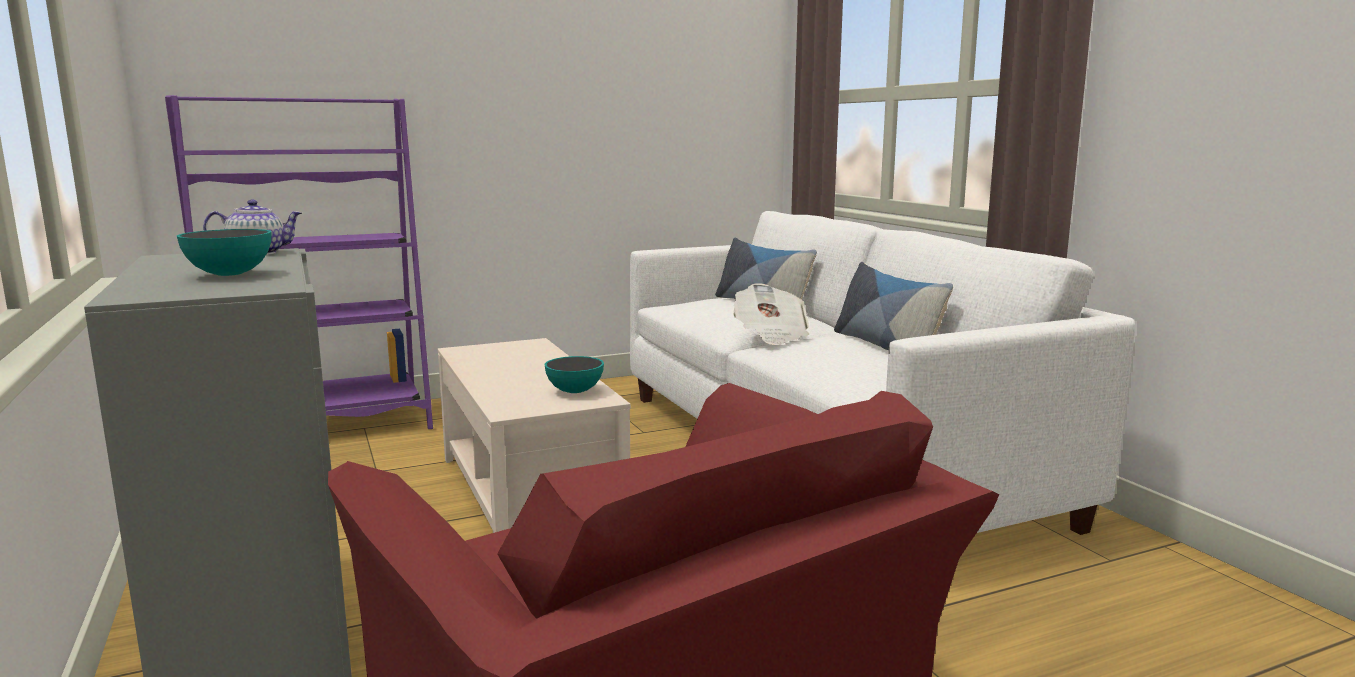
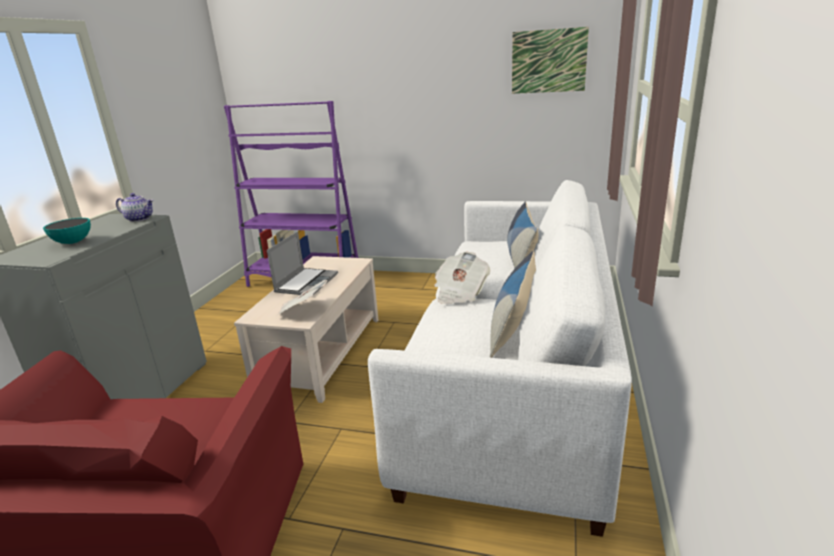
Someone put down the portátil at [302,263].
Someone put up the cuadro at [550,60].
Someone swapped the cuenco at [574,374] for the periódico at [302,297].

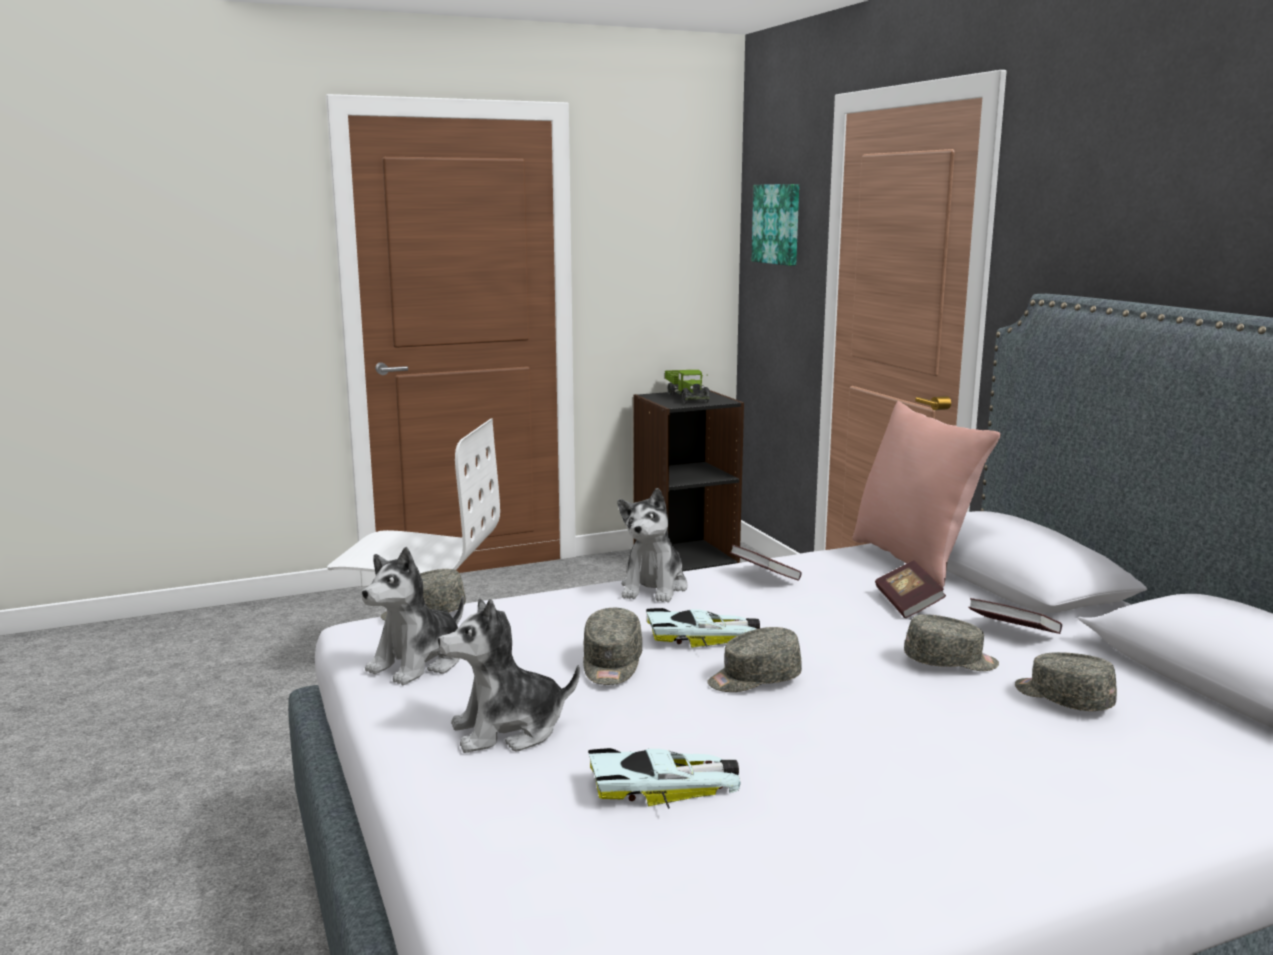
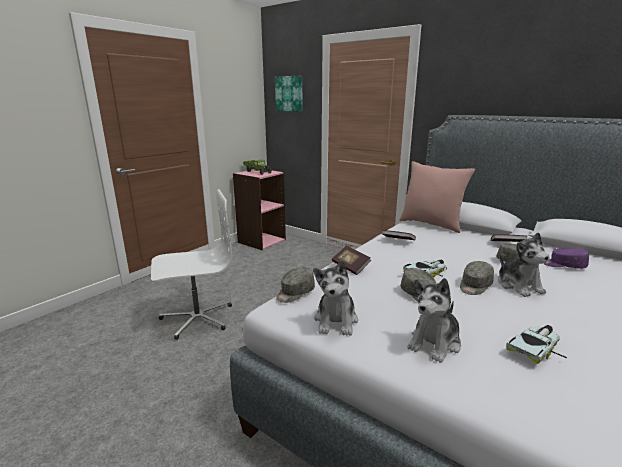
Someone carried the peluche from [653,545] to [524,264].
Someone carried the libro from [910,589] to [351,260].
Someone repainted the estantería/negro at [688,480], which became the estantería/rosa at [259,209].
Someone repainted the gorra/gris at [1066,681], which became the gorra/morado at [566,257].

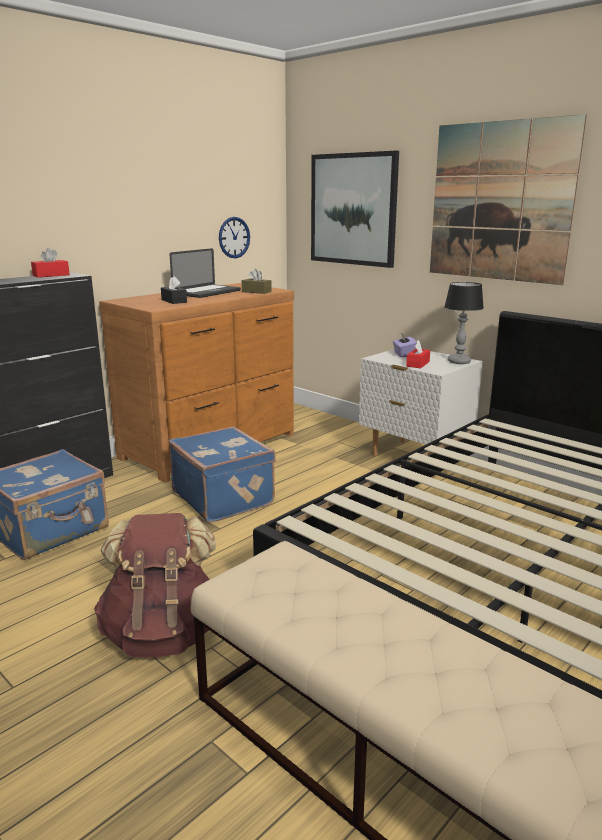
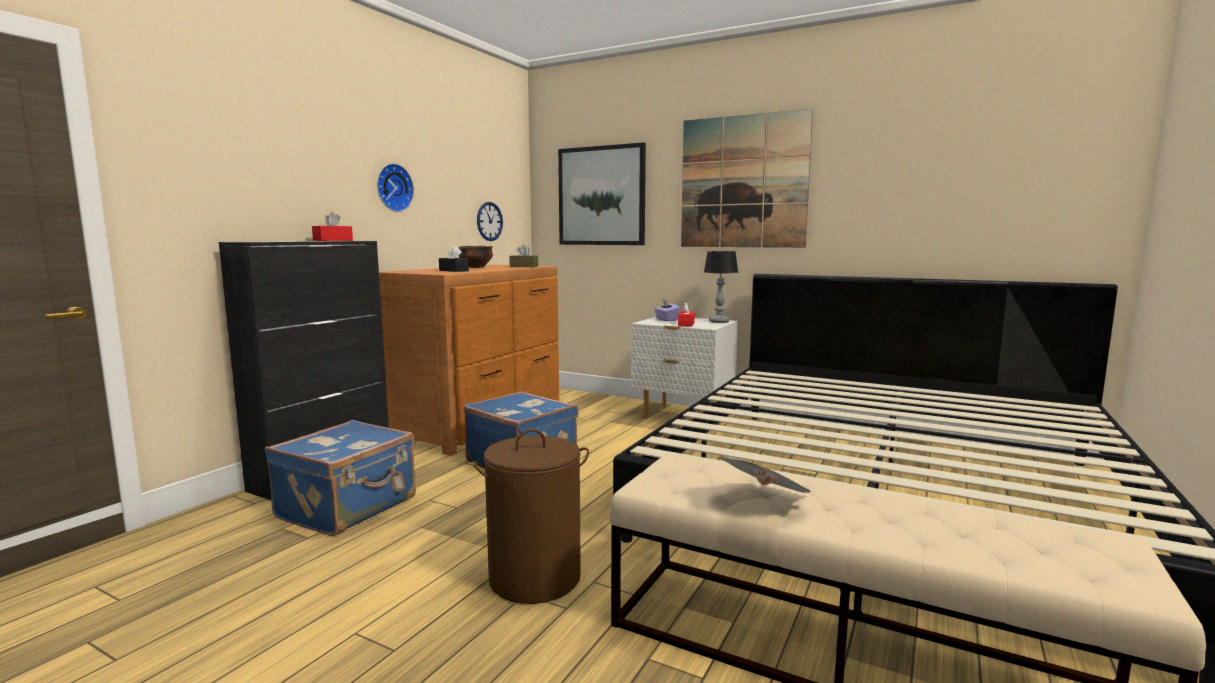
Someone put up the reloj de pared at [395,187].
Someone put down the periódico at [764,475].
Someone swapped the mochila/marrón at [155,585] for the cesto de la ropa/marrón at [530,516].
Someone swapped the portátil at [205,273] for the cuenco at [476,257].

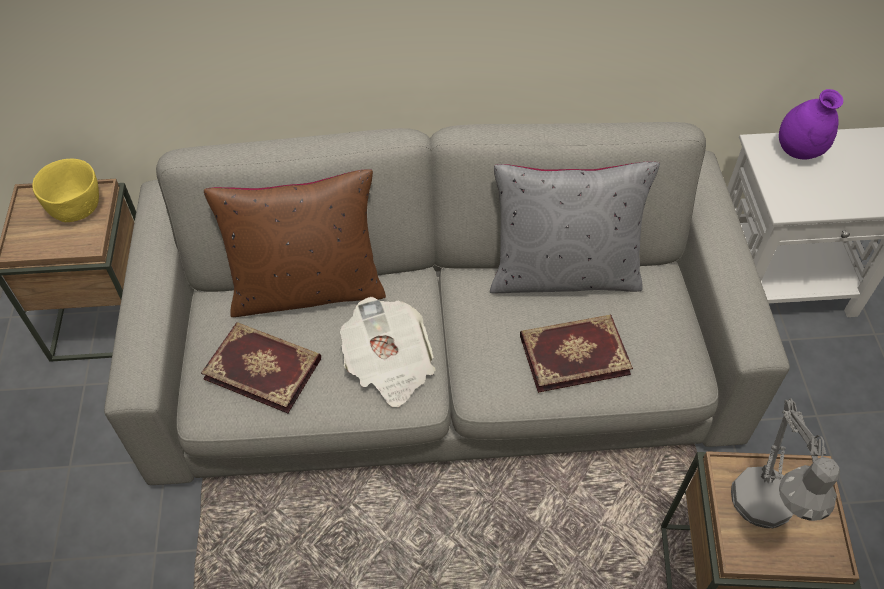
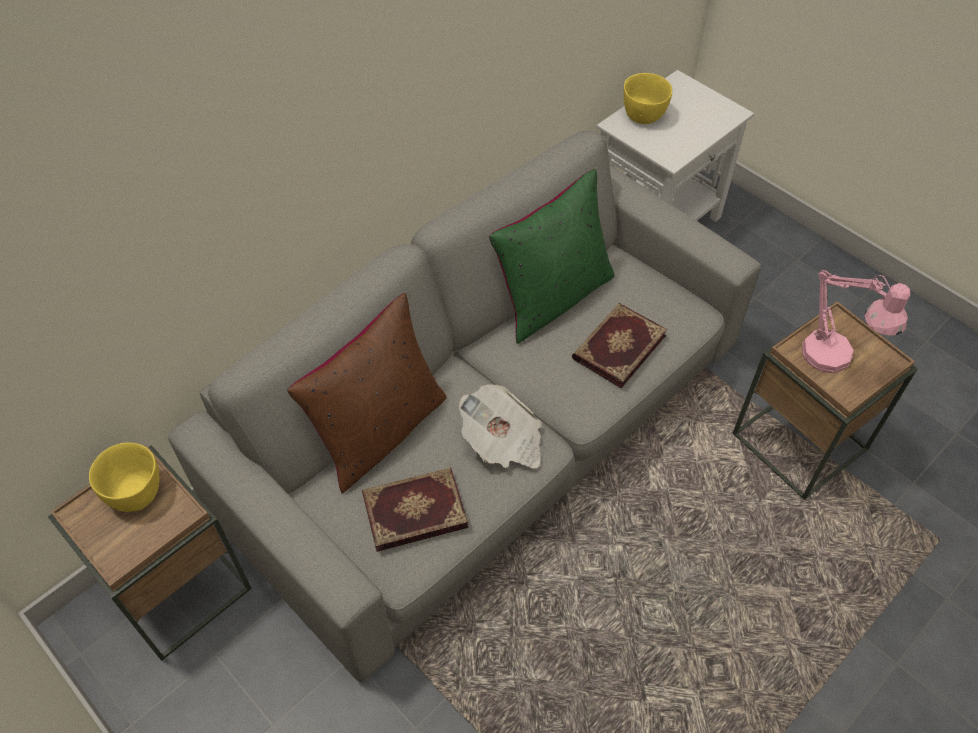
Someone swapped the florero/morado at [811,124] for the cuenco/amarillo at [648,98].
Someone repainted the cojín/gris at [575,227], which became the cojín/verde at [552,256].
Someone repainted the lámpara de mesa/gris at [785,463], which became the lámpara de mesa/rosa at [856,321].

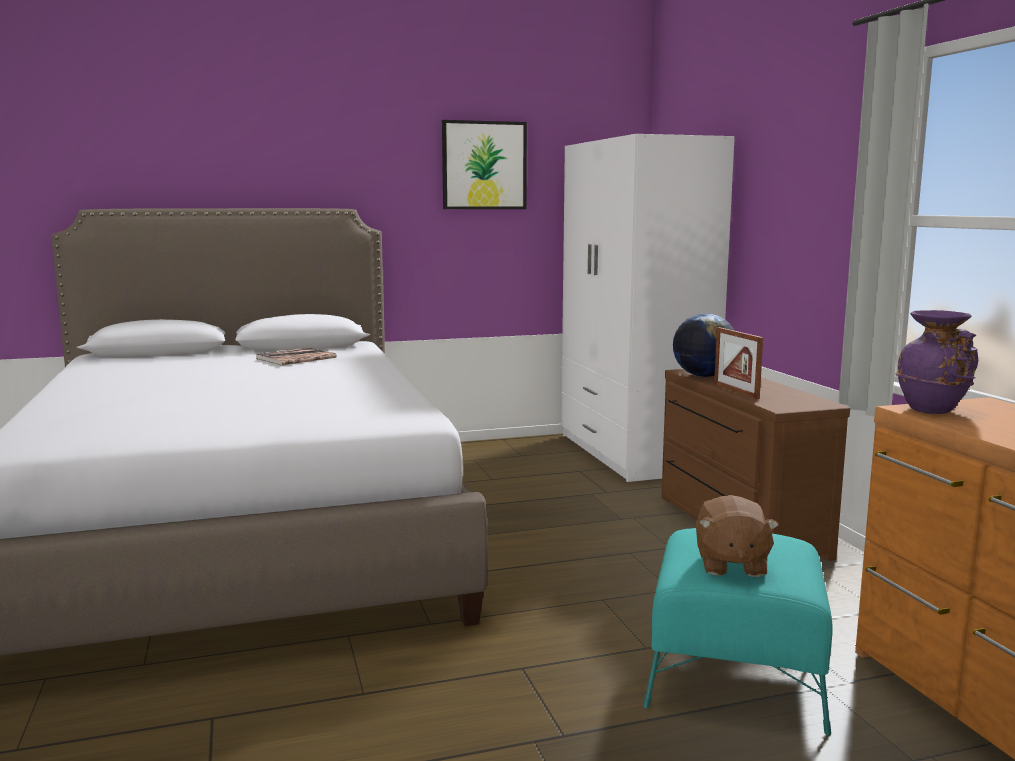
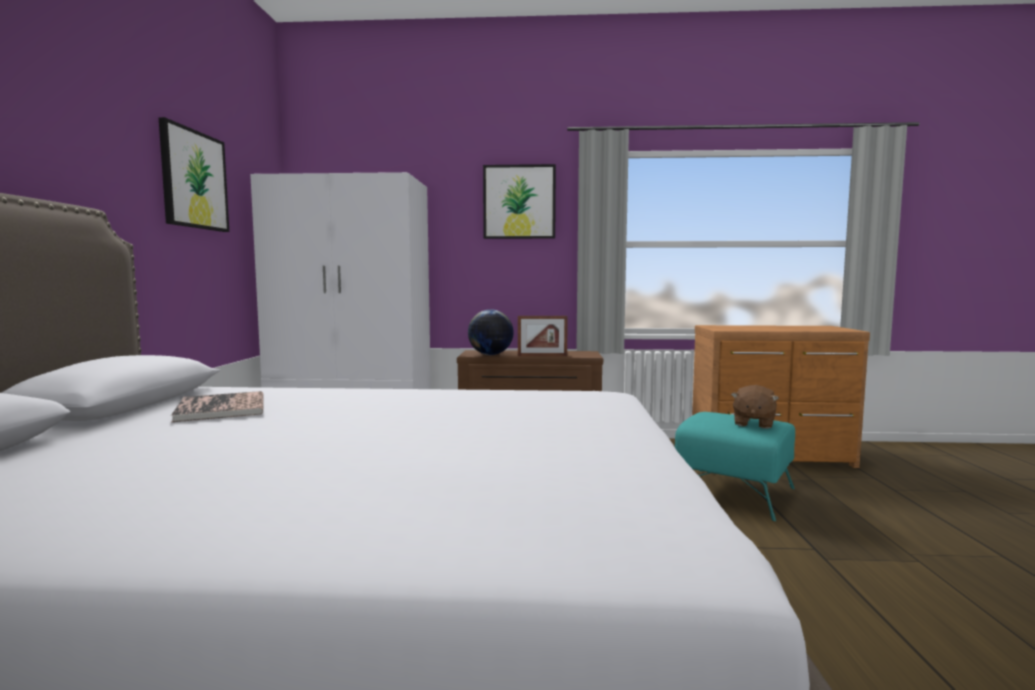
Someone took away the florero/morado at [936,362].
Someone put up the cuadro at [519,201].
Someone rotated the peluche/marrón at [737,536] by 90 degrees clockwise.

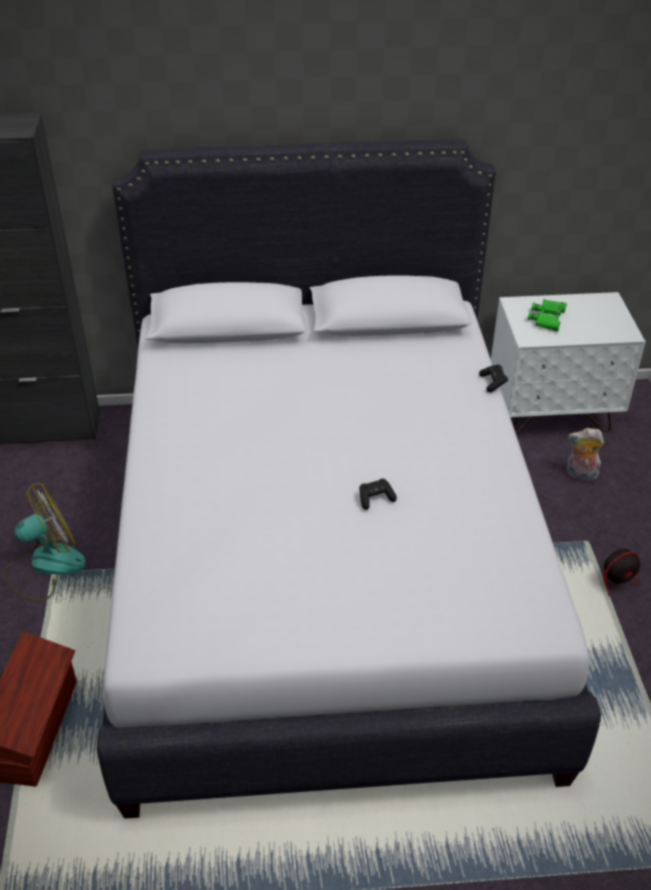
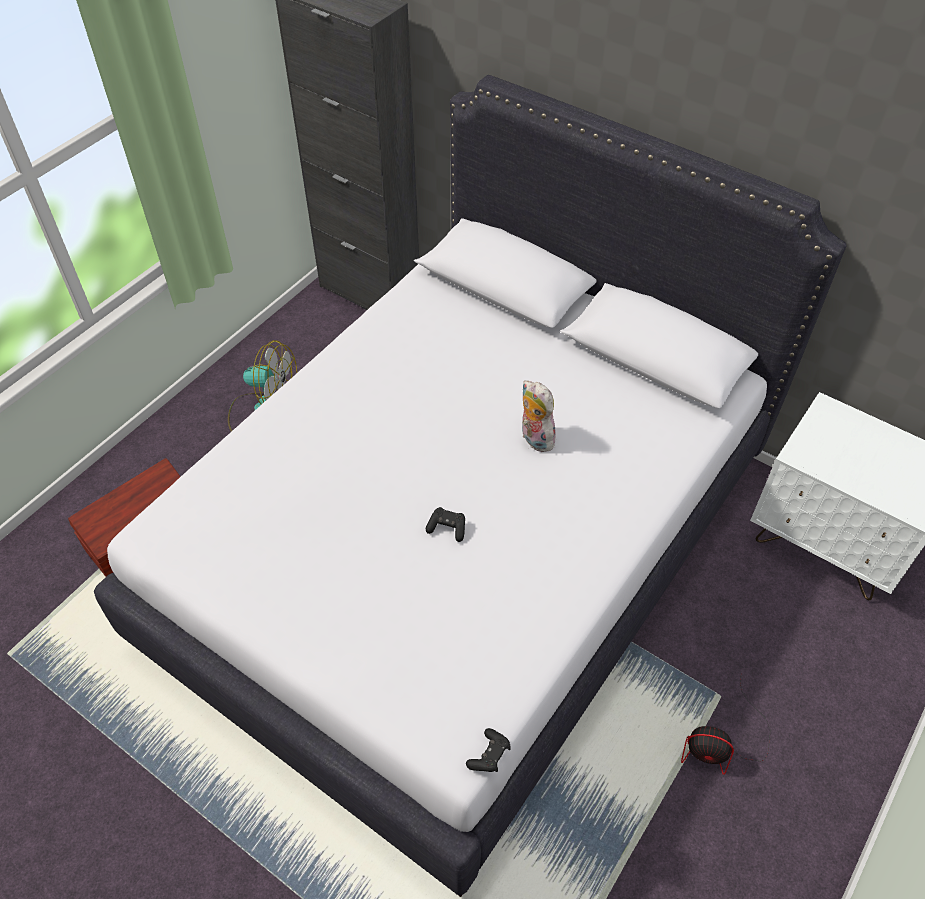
Someone took away the prismáticos/verde at [547,315].
Someone carried the mando de consola/negro from [493,378] to [488,750].
Someone carried the peluche from [585,454] to [539,416].

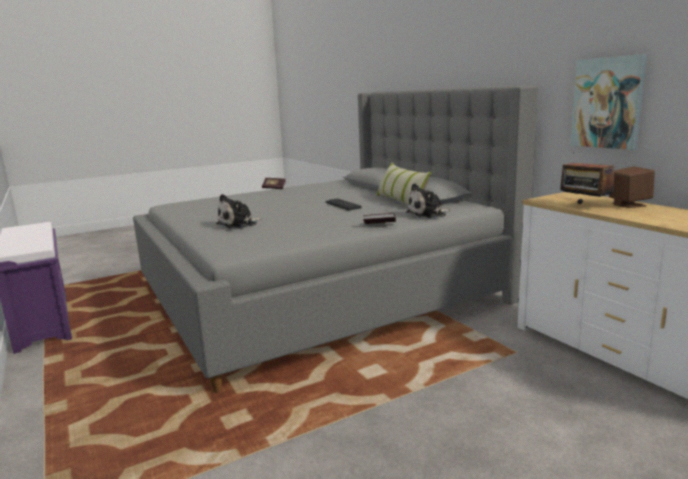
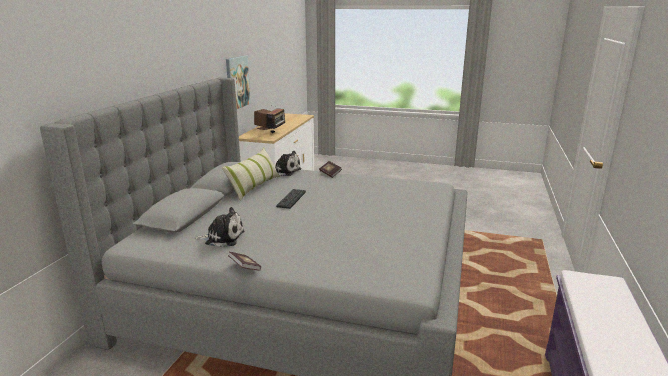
Someone carried the peluche from [238,211] to [219,227].

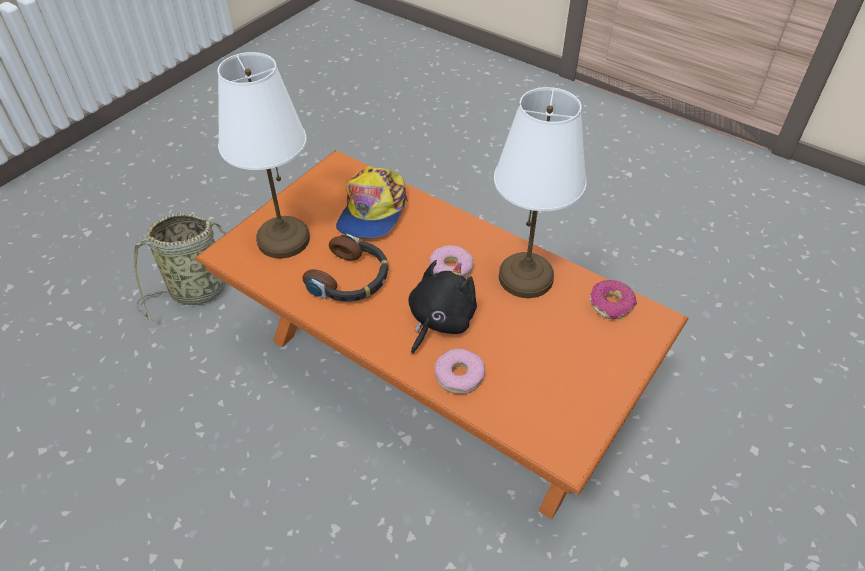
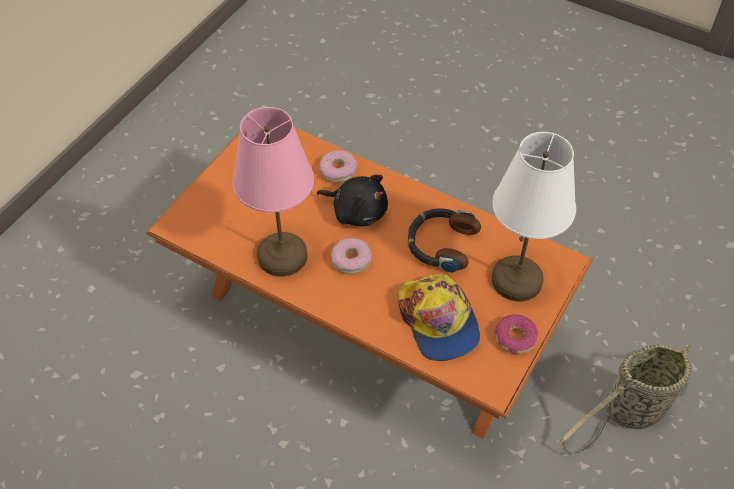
Someone carried the rosquilla from [613,300] to [516,334].
Someone repainted the lámpara de mesa/blanco at [540,192], which became the lámpara de mesa/rosa at [273,192].
Someone rotated the gorra at [372,202] by 150 degrees clockwise.
Someone rotated the peluche/negro at [442,307] by 90 degrees counterclockwise.

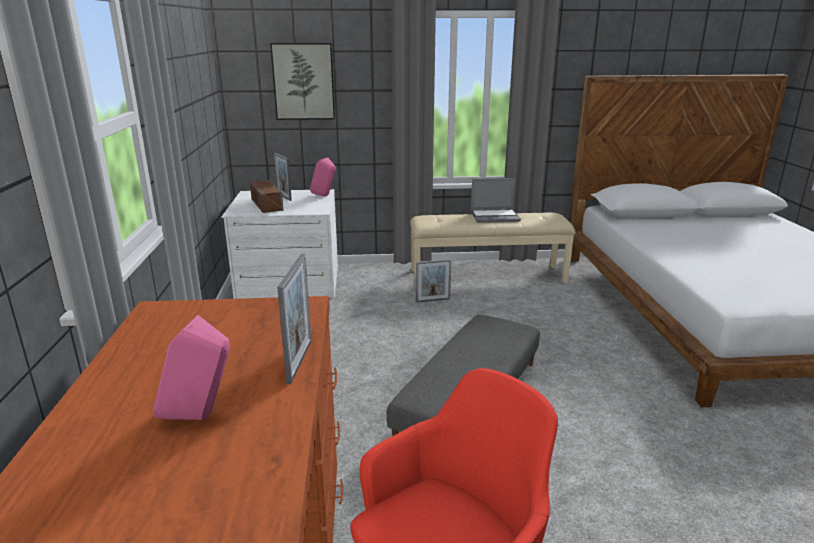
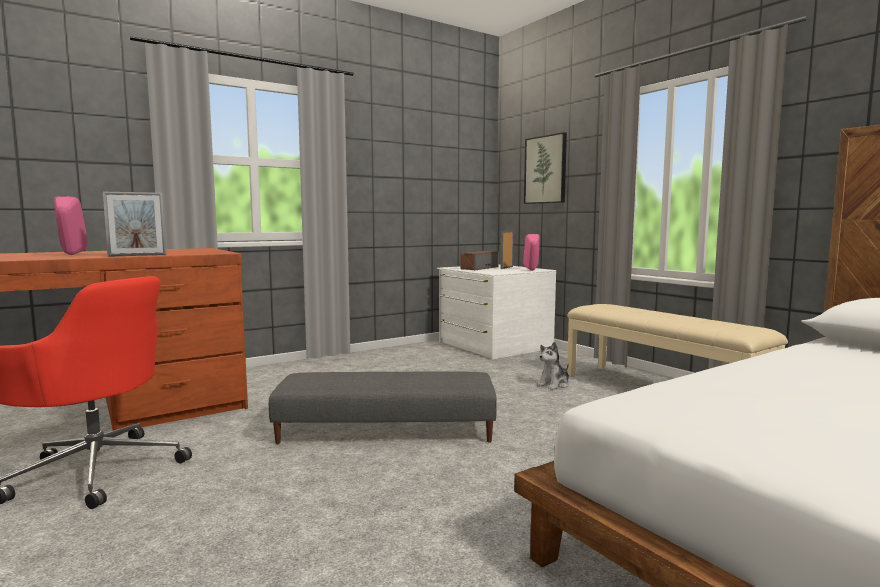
Someone took away the portátil at [496,200].
Someone swapped the portarretratos at [433,280] for the peluche at [552,366].

